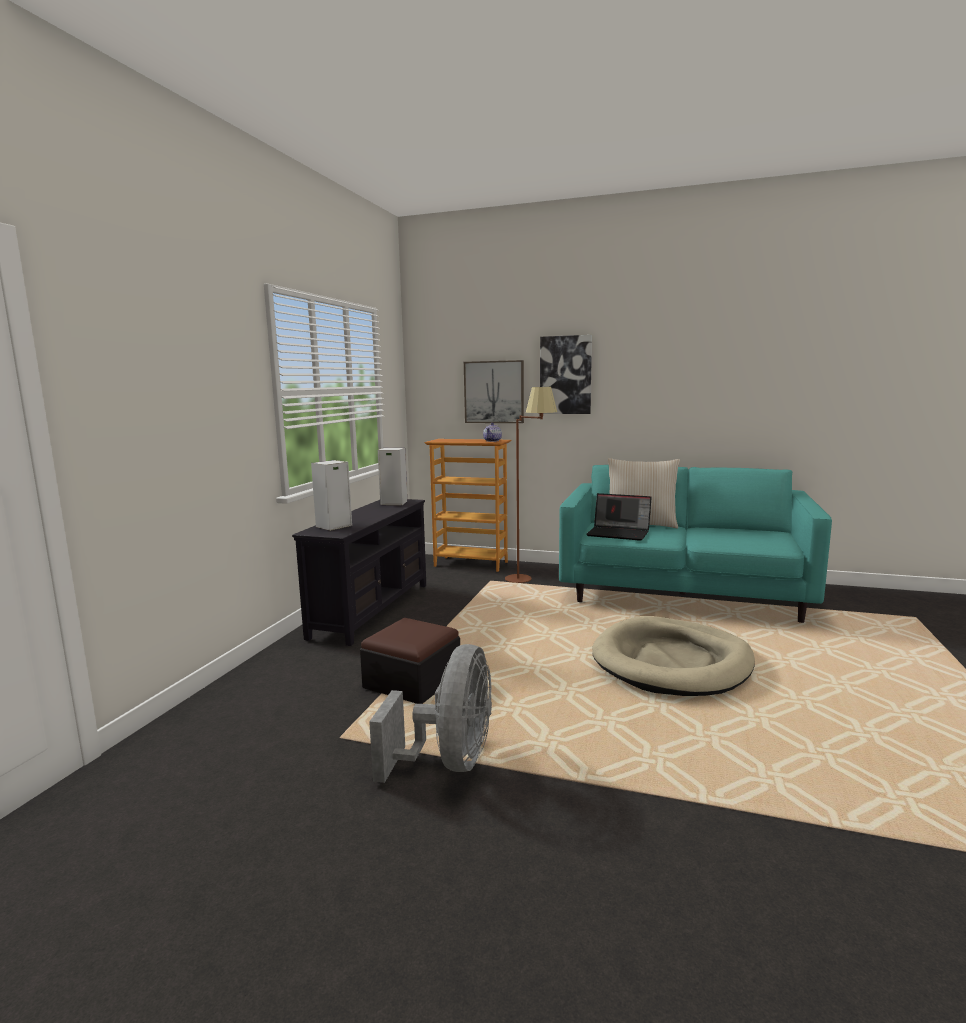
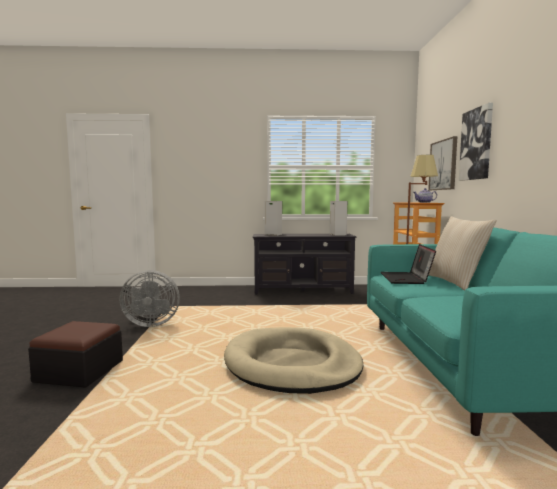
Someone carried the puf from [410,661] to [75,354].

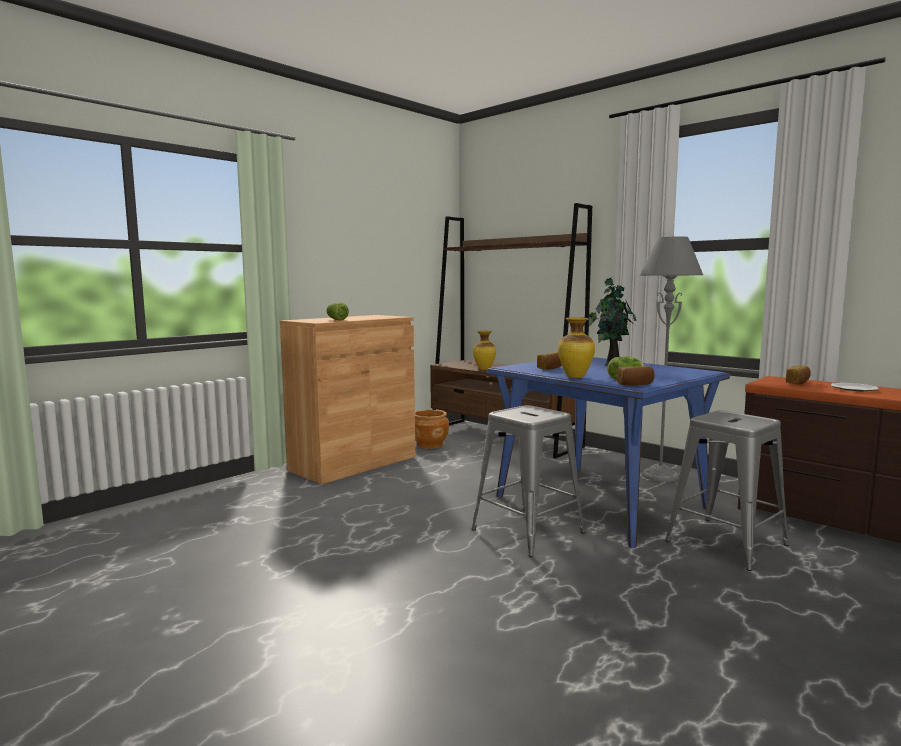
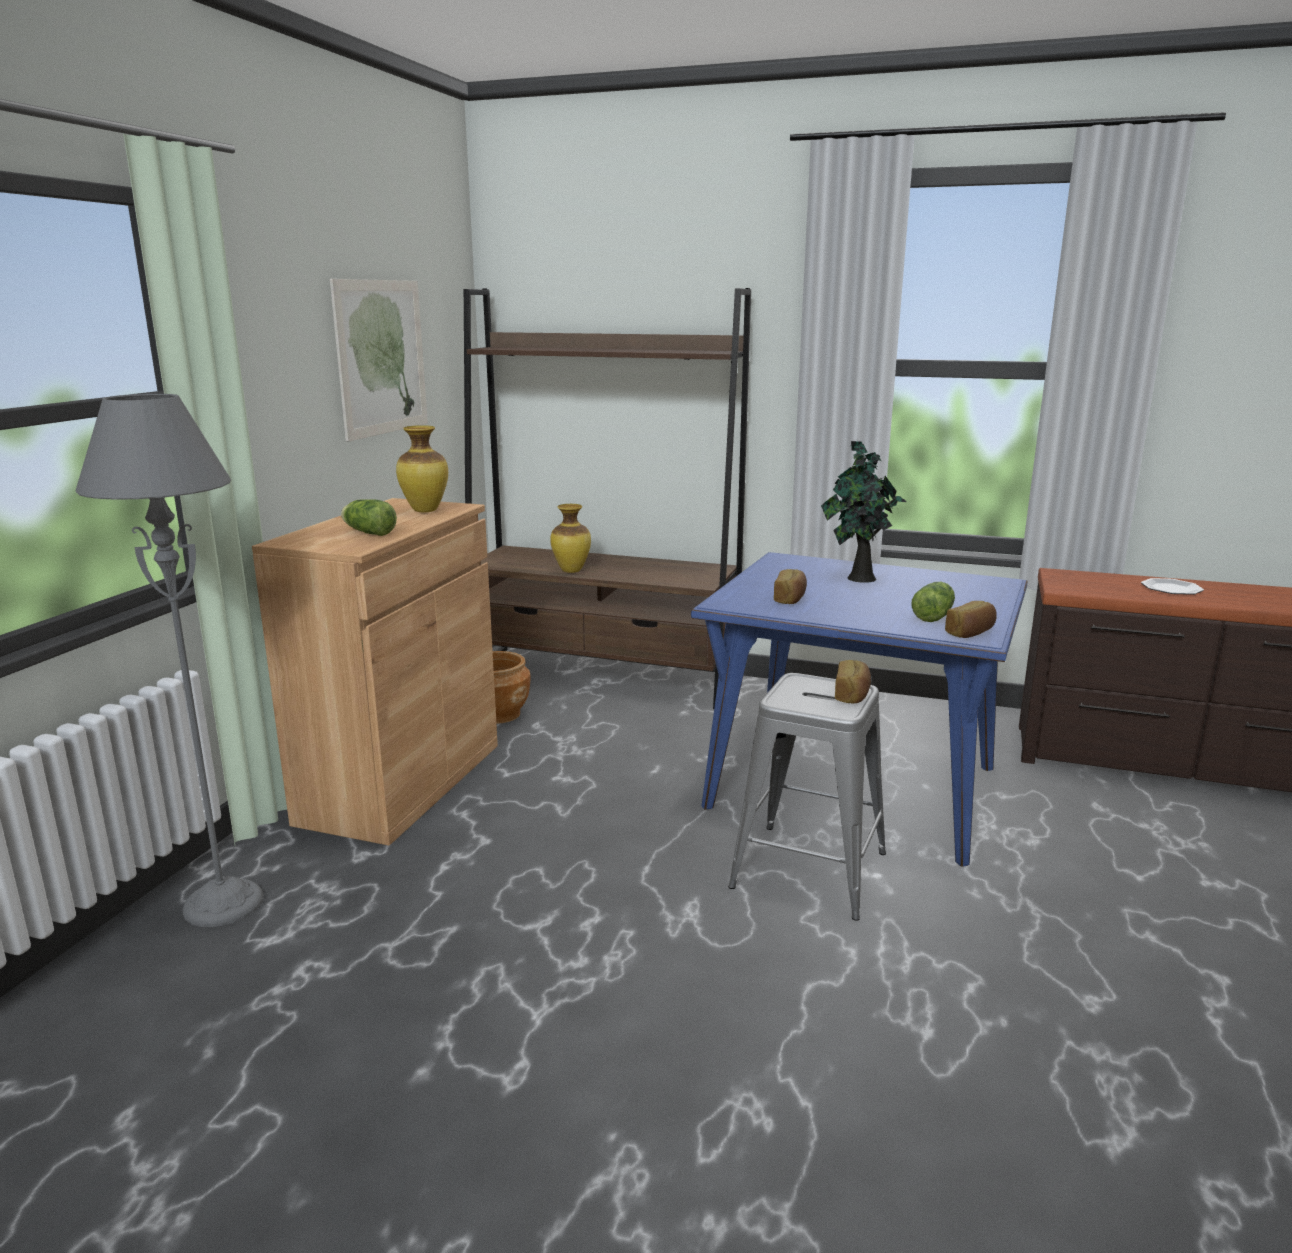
Someone took away the taburete/gris at [727,490].
Someone put up the cuadro at [379,360].
Someone carried the florero from [576,347] to [422,468].
Someone carried the lámpara de pie/gris from [671,359] to [169,660].
Someone carried the pan from [798,374] to [853,682].

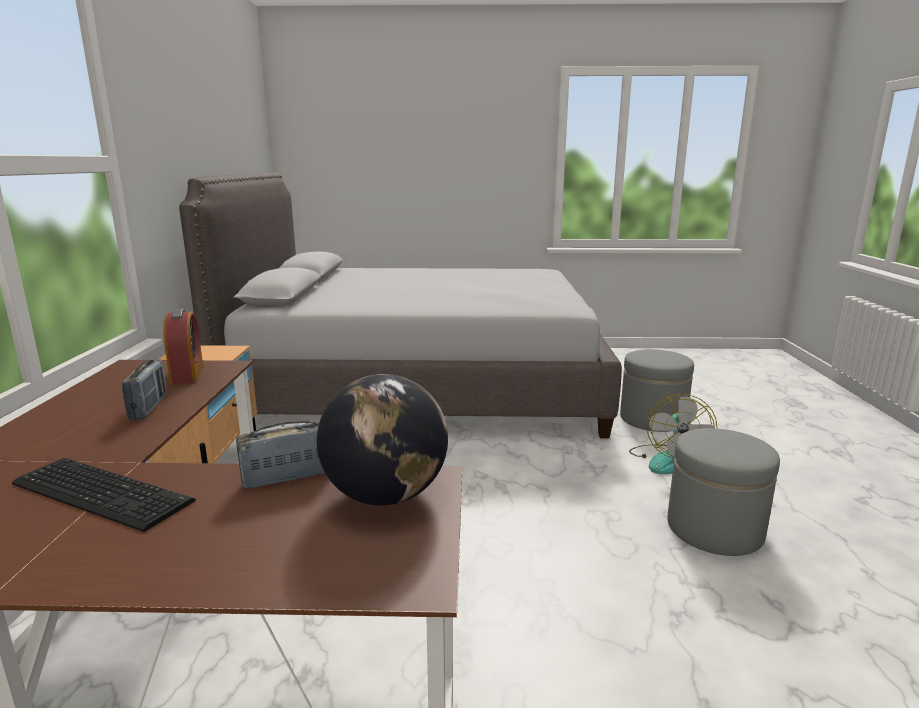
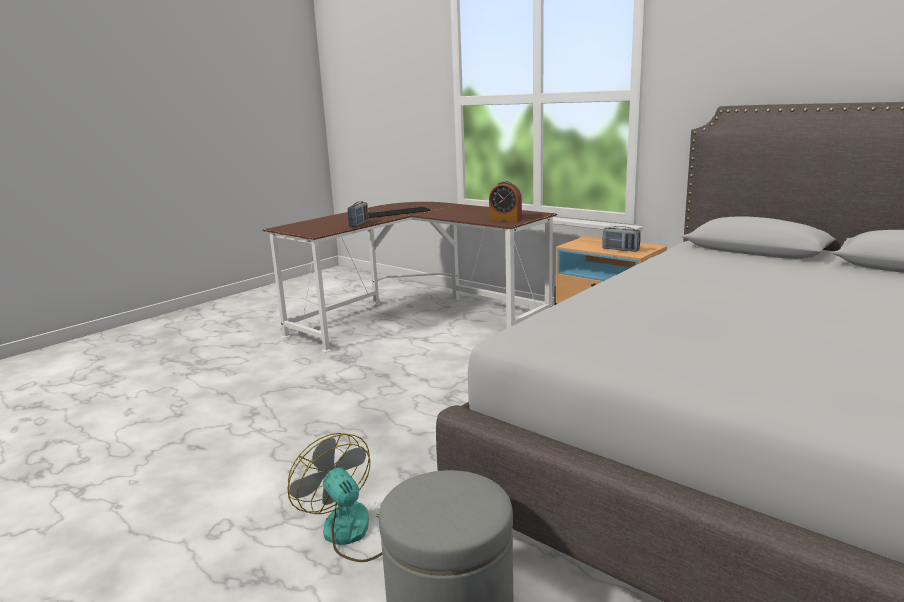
Someone took away the globo terráqueo at [382,440].
Someone took away the puf/gris at [723,492].
Someone carried the radio from [144,389] to [621,239].

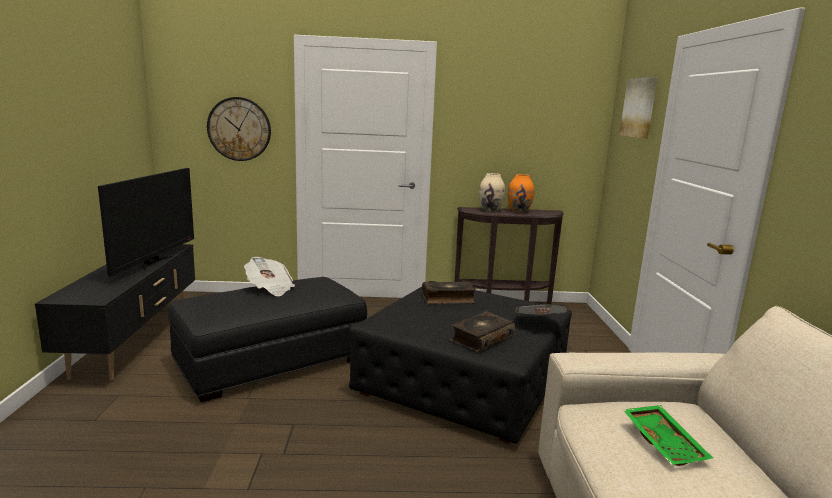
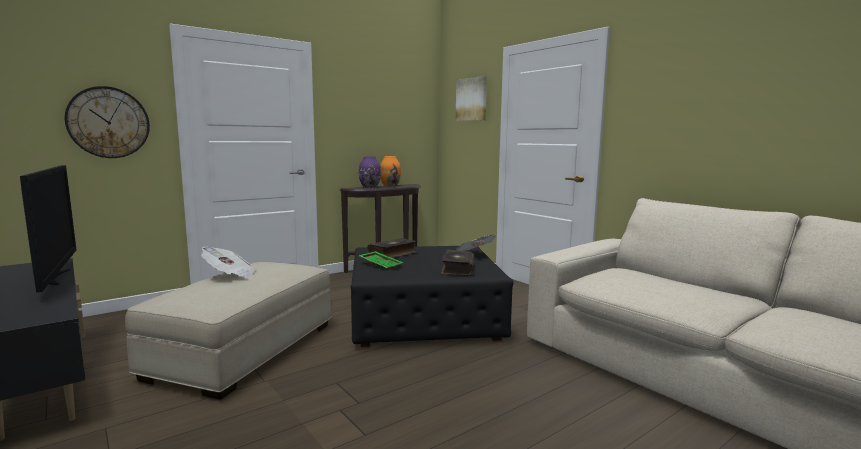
Someone carried the bandeja/verde from [668,435] to [381,260].
Someone repainted the puf/negro at [267,339], which became the puf/beis at [228,331].
Someone repainted the florero/beis at [492,192], which became the florero/morado at [370,172].

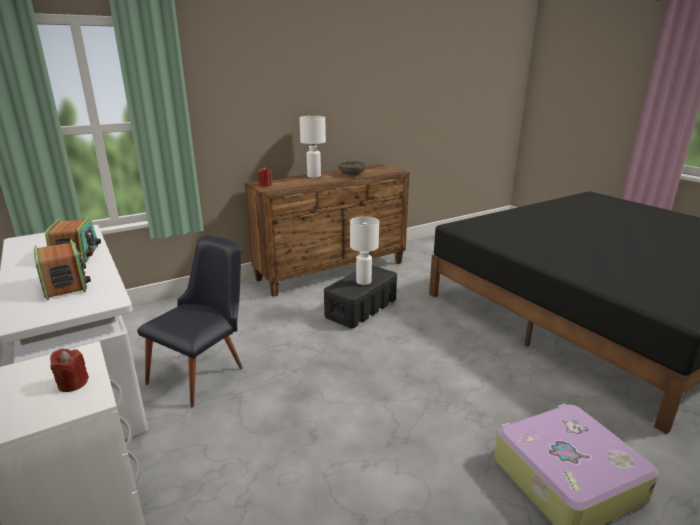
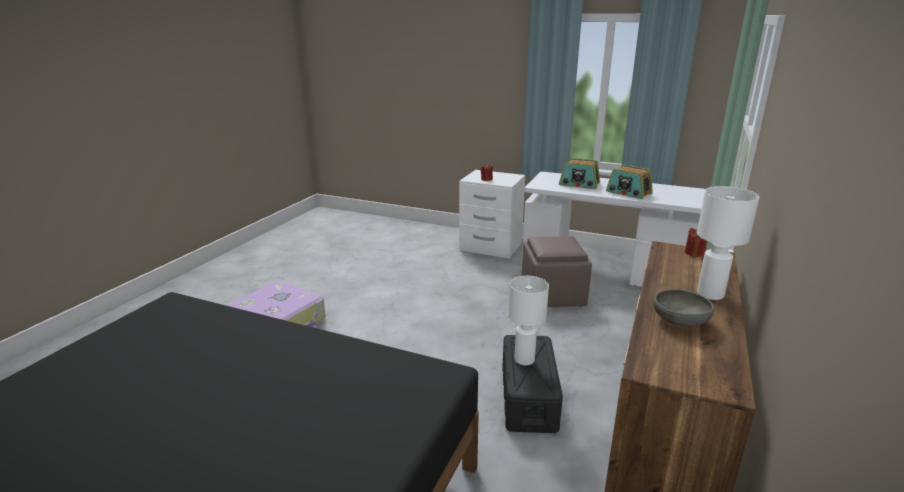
Someone swapped the silla/negro at [190,321] for the puf/marrón at [557,271].

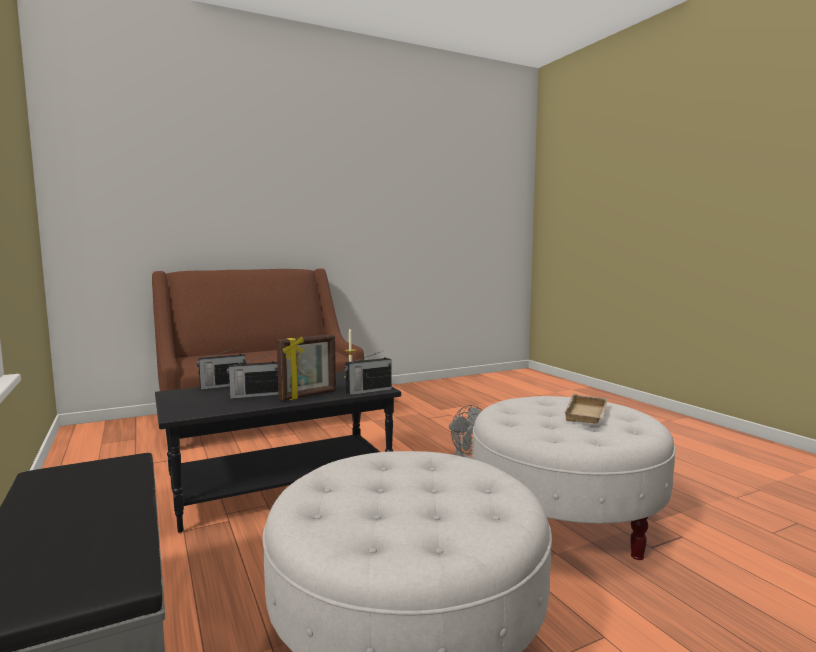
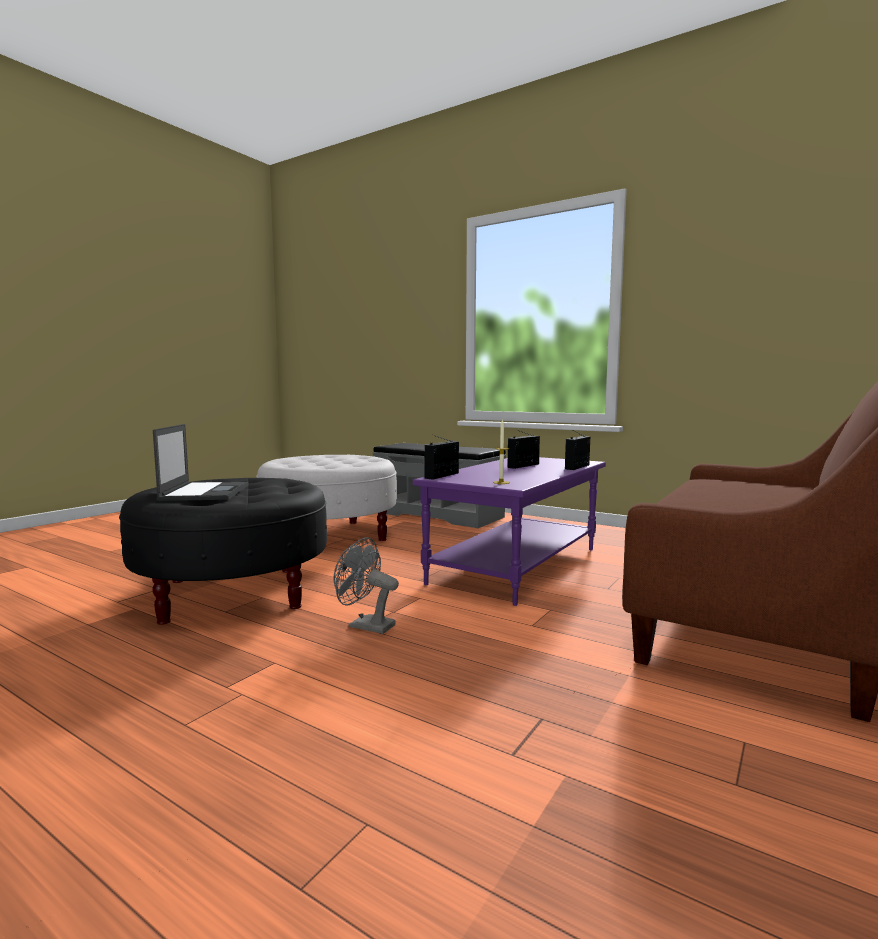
Someone took away the portarretratos at [306,367].
Someone swapped the bandeja/beis at [586,409] for the portátil at [201,462].
Someone repainted the mesa de centro/negro at [278,452], which became the mesa de centro/morado at [509,531].
Someone repainted the puf/blanco at [574,478], which became the puf/negro at [223,551].

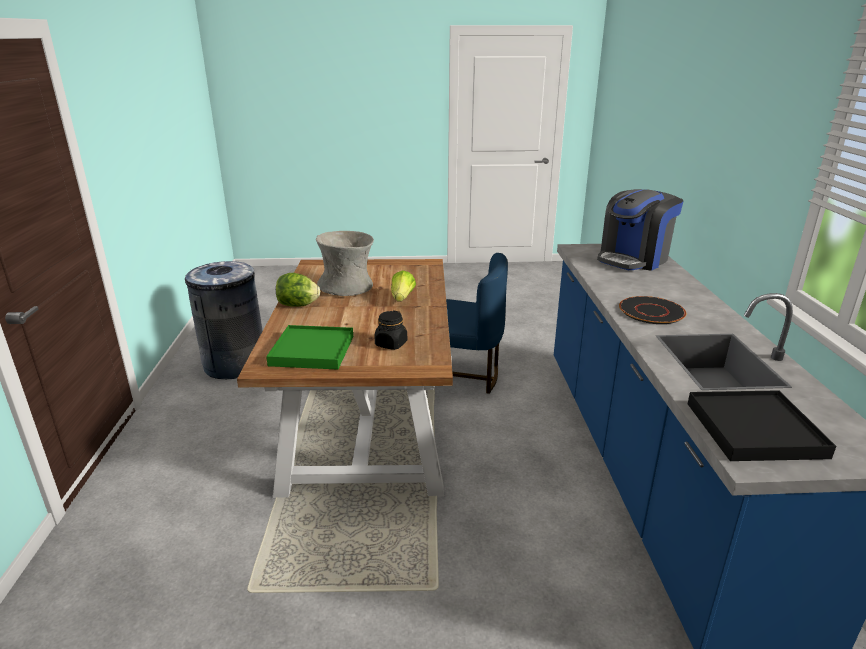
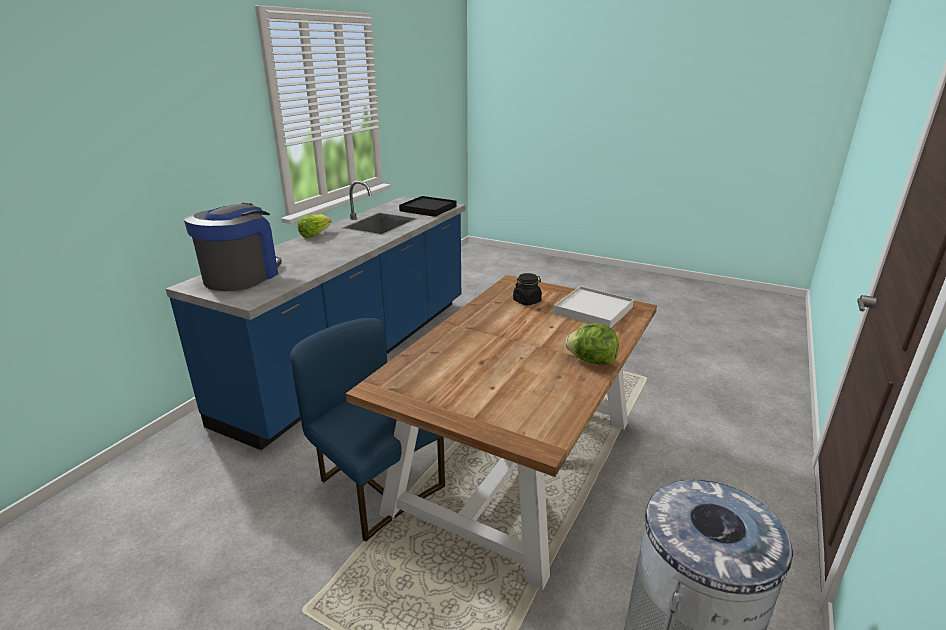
Someone took away the florero/gris at [345,263].
Someone took away the plato/negro at [652,310].
Someone carried the lechuga from [403,286] to [314,226].
Someone repainted the bandeja/verde at [309,347], which became the bandeja/blanco at [593,307].
Someone rotated the cafetera at [640,230] by 60 degrees counterclockwise.

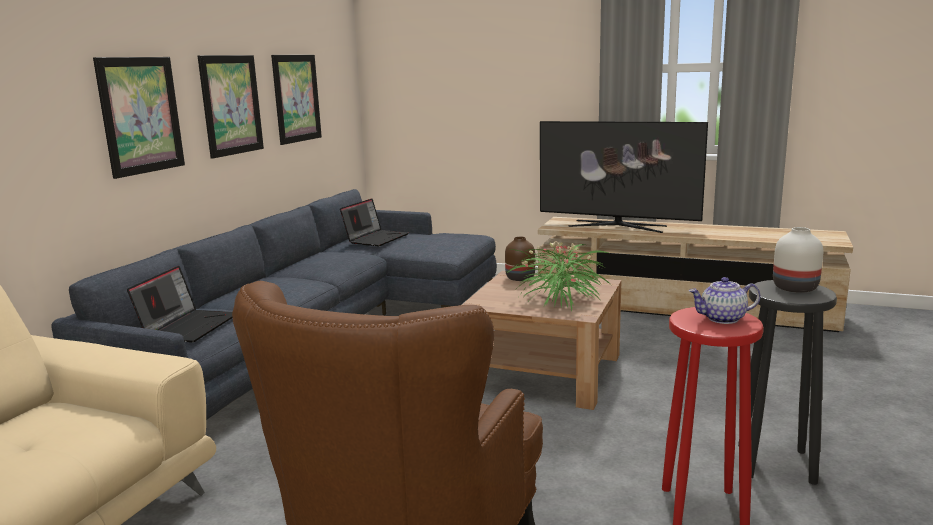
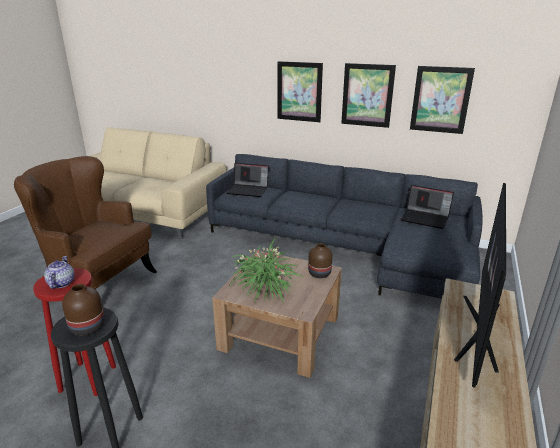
Someone repainted the florero/blanco at [798,260], which became the florero/marrón at [83,310].

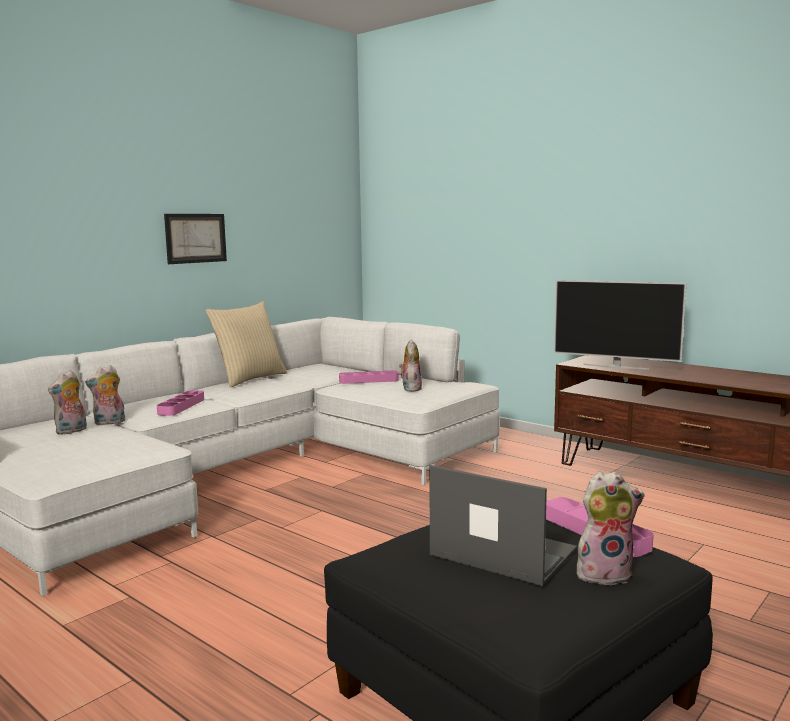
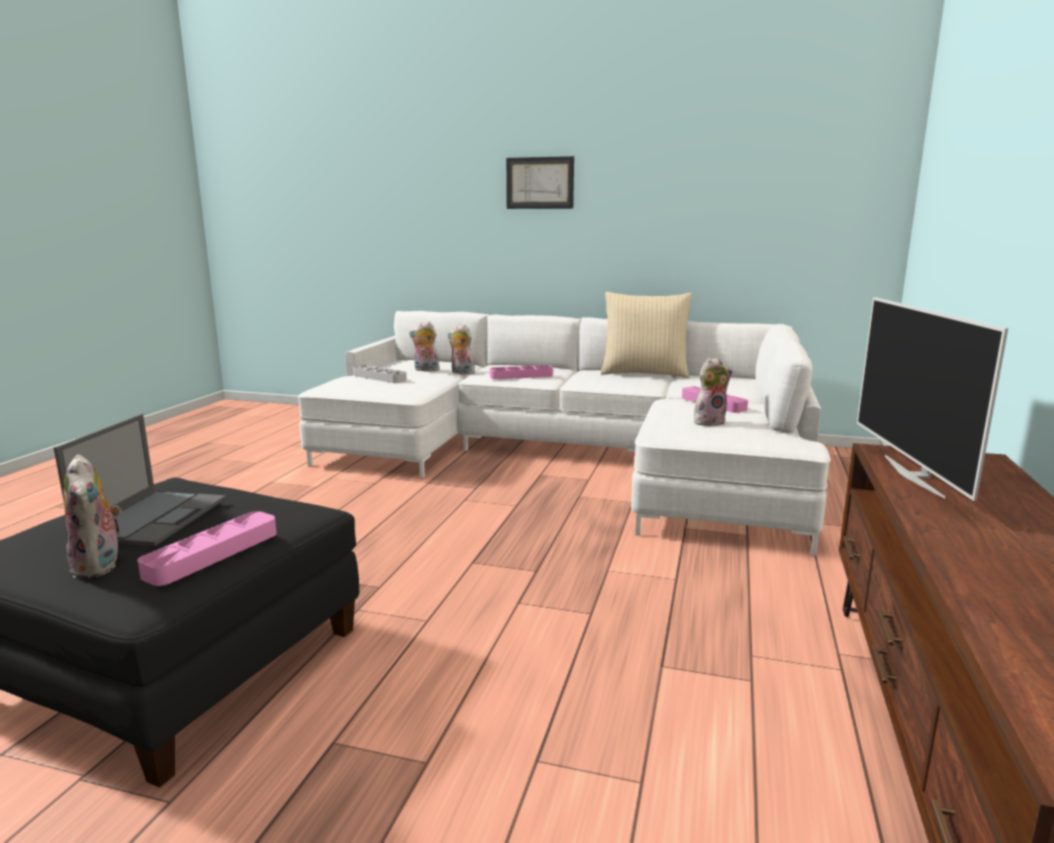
Someone put down the bandeja/gris at [380,374].
Someone carried the cuadro from [195,239] to [540,182].

